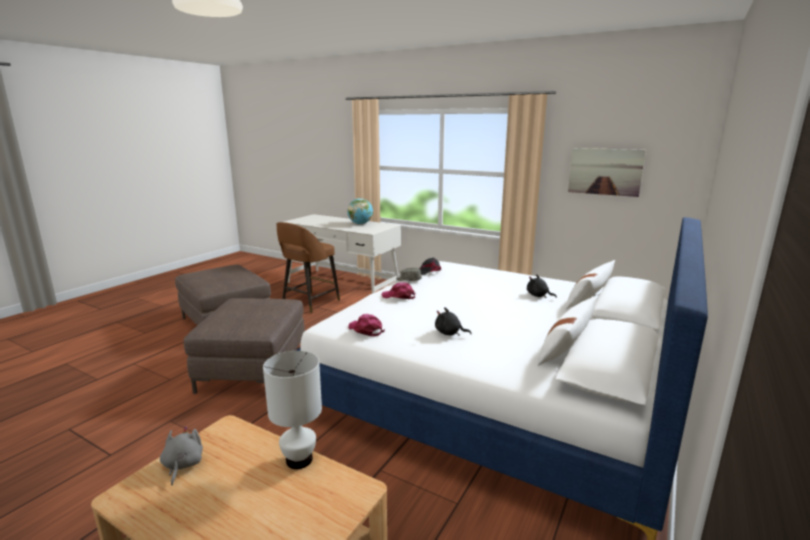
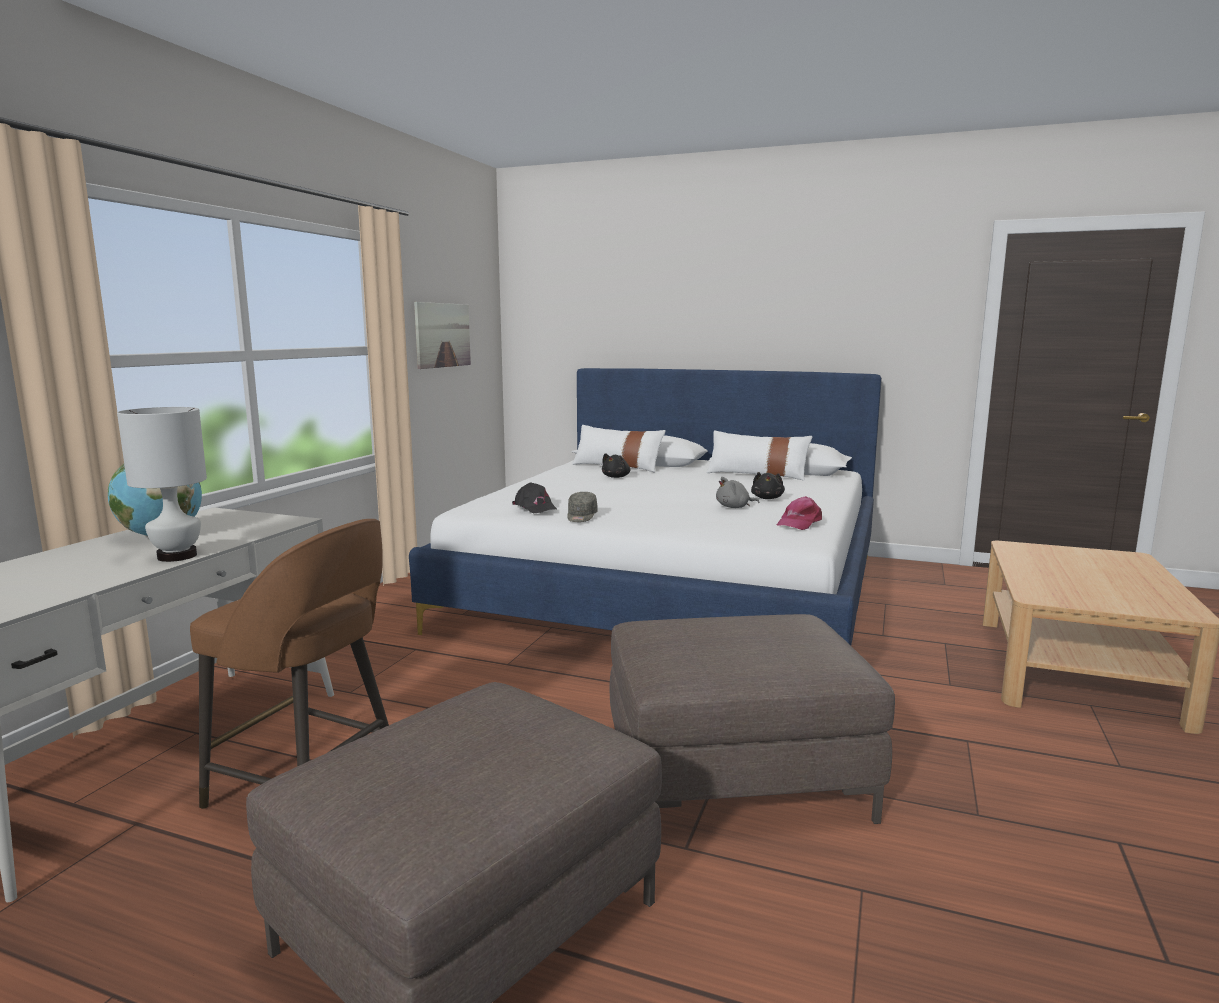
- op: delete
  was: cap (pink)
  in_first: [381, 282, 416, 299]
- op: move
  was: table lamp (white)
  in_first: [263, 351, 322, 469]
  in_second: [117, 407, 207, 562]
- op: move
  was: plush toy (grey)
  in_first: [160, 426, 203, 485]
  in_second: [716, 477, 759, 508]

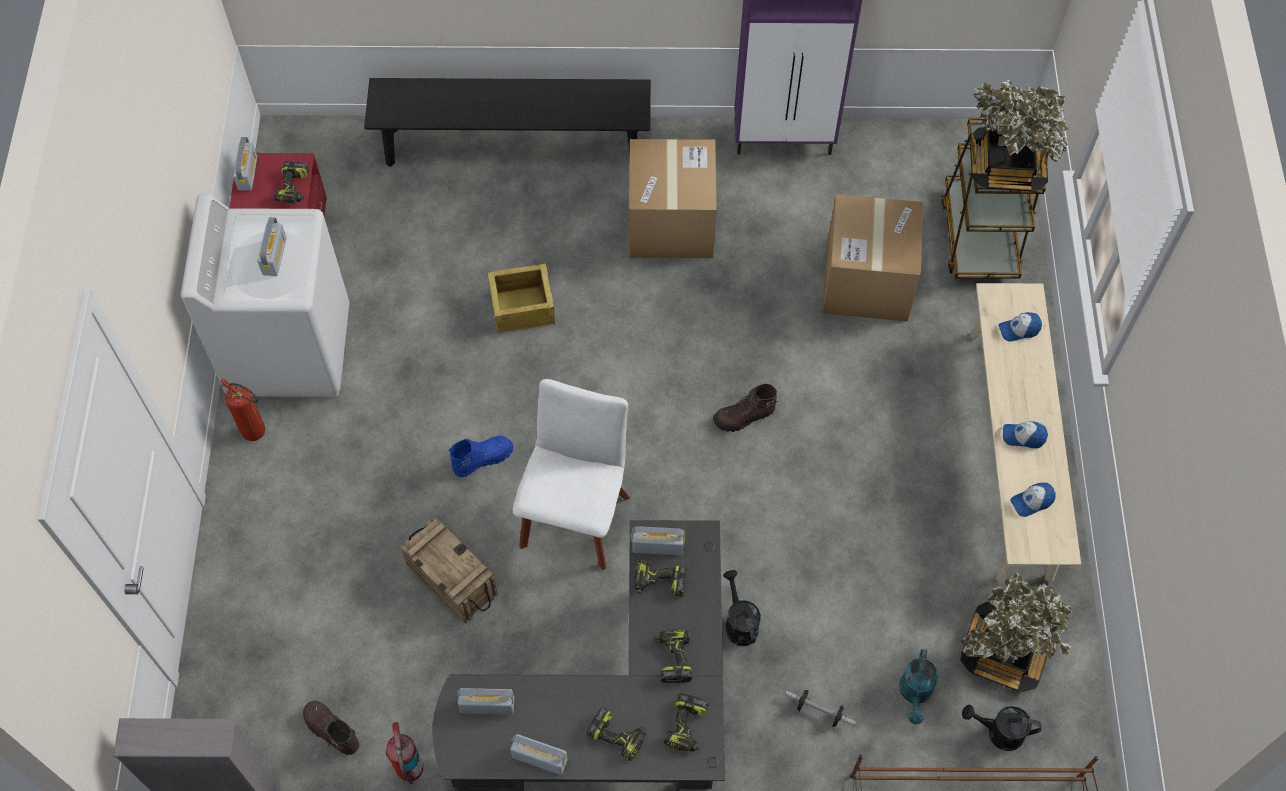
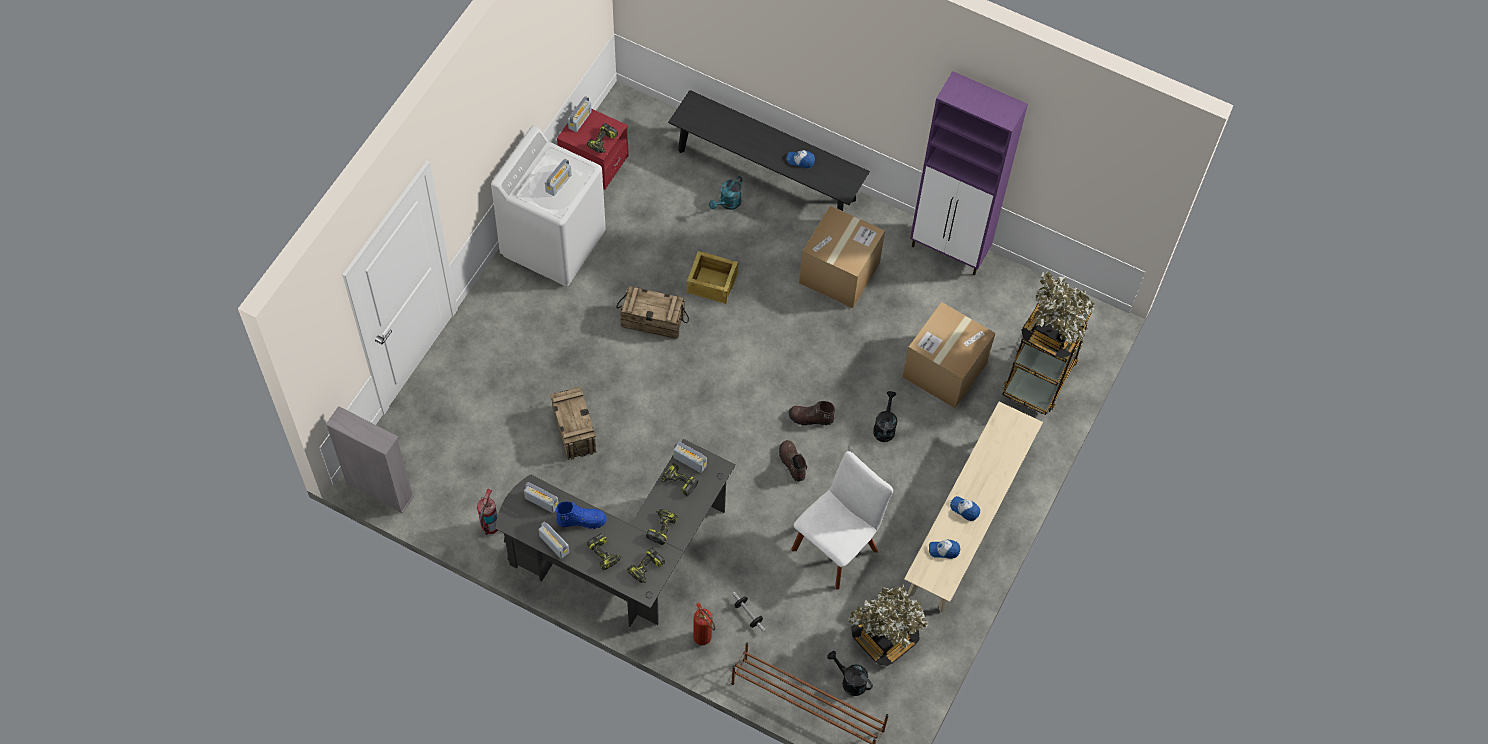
- op: move
  was: cap
  in_first: [998, 312, 1042, 342]
  in_second: [787, 150, 815, 168]
- op: move
  was: fire extinguisher
  in_first: [220, 378, 265, 441]
  in_second: [693, 602, 715, 645]
- op: move
  was: chair (white)
  in_first: [512, 379, 630, 570]
  in_second: [791, 451, 893, 590]
- op: move
  was: boot (blue)
  in_first: [449, 436, 514, 477]
  in_second: [556, 502, 607, 529]
- op: move
  was: watering can (black)
  in_first: [723, 570, 761, 646]
  in_second: [873, 391, 897, 442]
- op: move
  was: watering can (turquoise)
  in_first: [899, 649, 938, 724]
  in_second: [709, 176, 743, 210]
- op: move
  was: boot (brown)
  in_first: [303, 701, 360, 755]
  in_second: [779, 440, 807, 482]
- op: insert
  now: crate
  in_second: [616, 286, 689, 339]

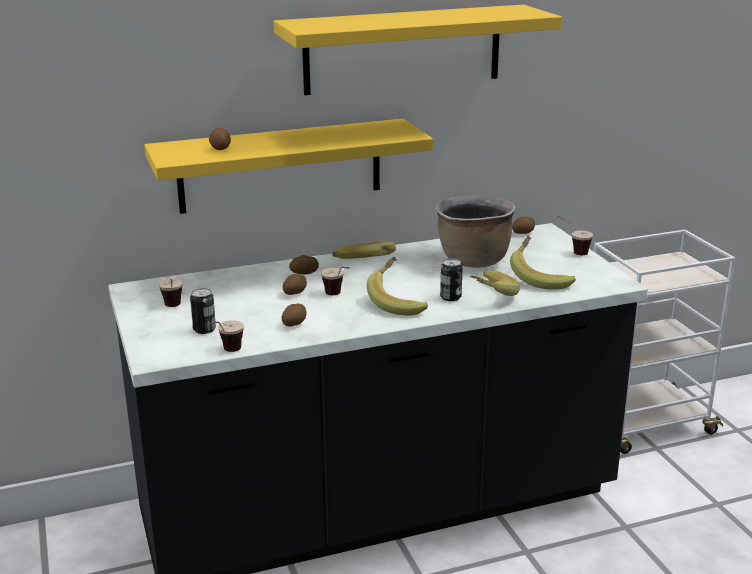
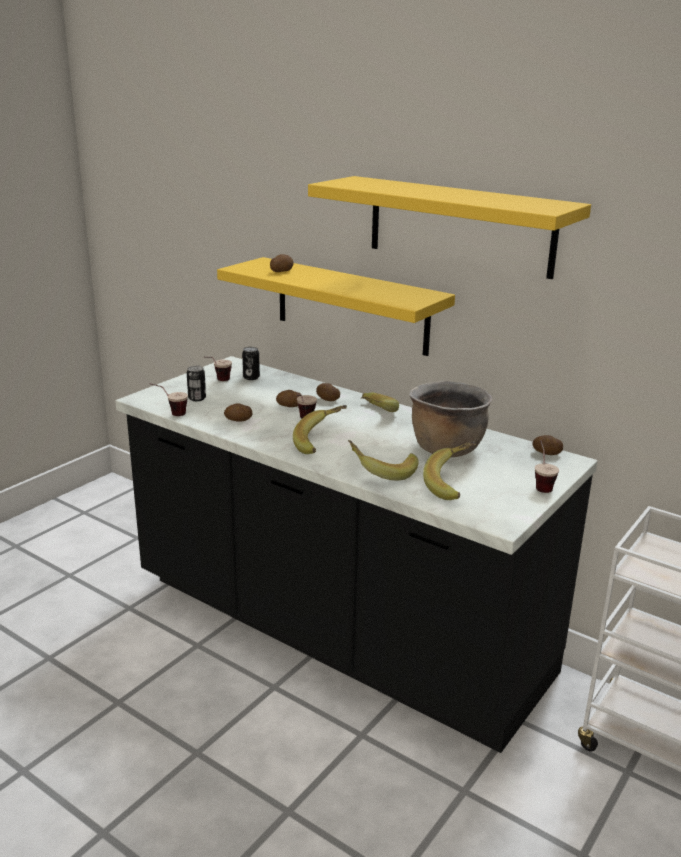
- op: move
  was: can
  in_first: [440, 258, 463, 301]
  in_second: [242, 347, 260, 380]

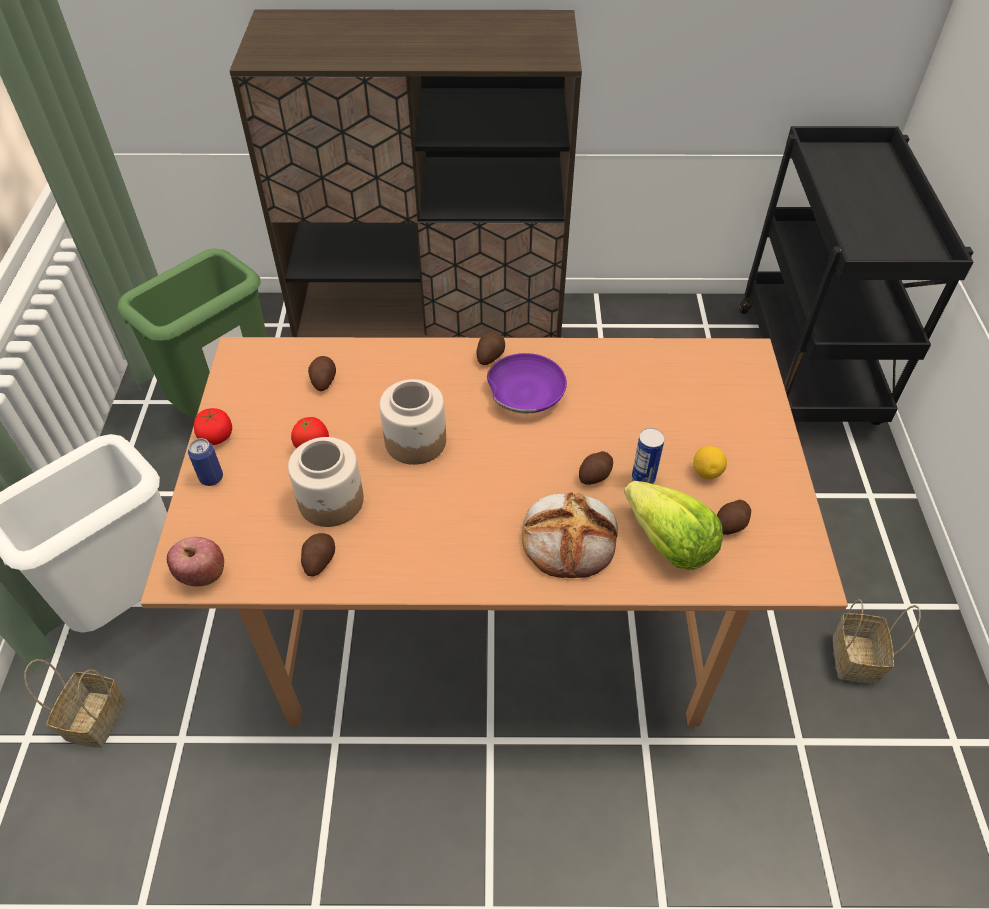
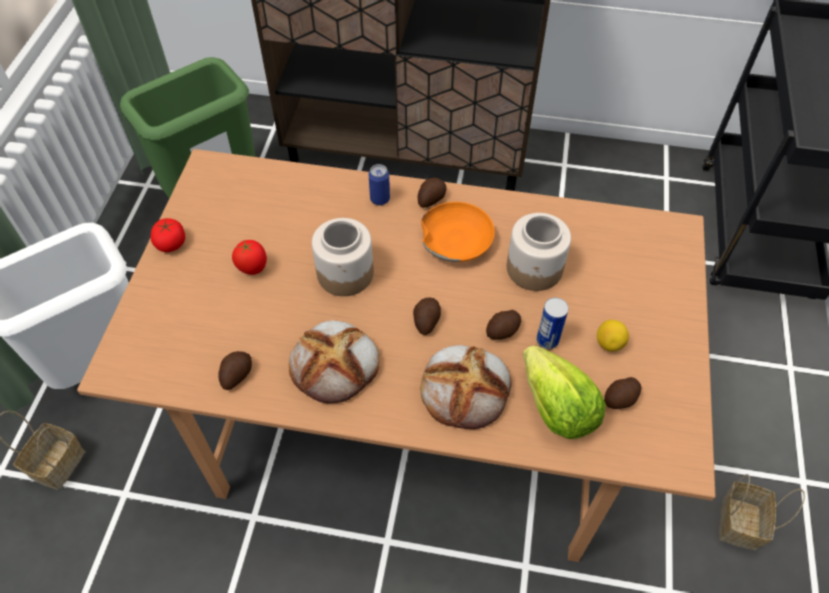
- op: recolor
  was: bowl (purple)
  now: bowl (orange)
  in_first: [487, 353, 567, 413]
  in_second: [421, 202, 495, 262]
- op: move
  was: potato
  in_first: [308, 356, 336, 391]
  in_second: [413, 297, 441, 335]
- op: move
  was: jar
  in_first: [288, 437, 364, 527]
  in_second: [507, 213, 571, 291]
- op: move
  was: can
  in_first: [188, 438, 223, 486]
  in_second: [368, 164, 390, 205]
- op: delete
  was: apple
  in_first: [167, 537, 224, 586]
- op: insert
  now: bread
  in_second: [289, 320, 380, 403]

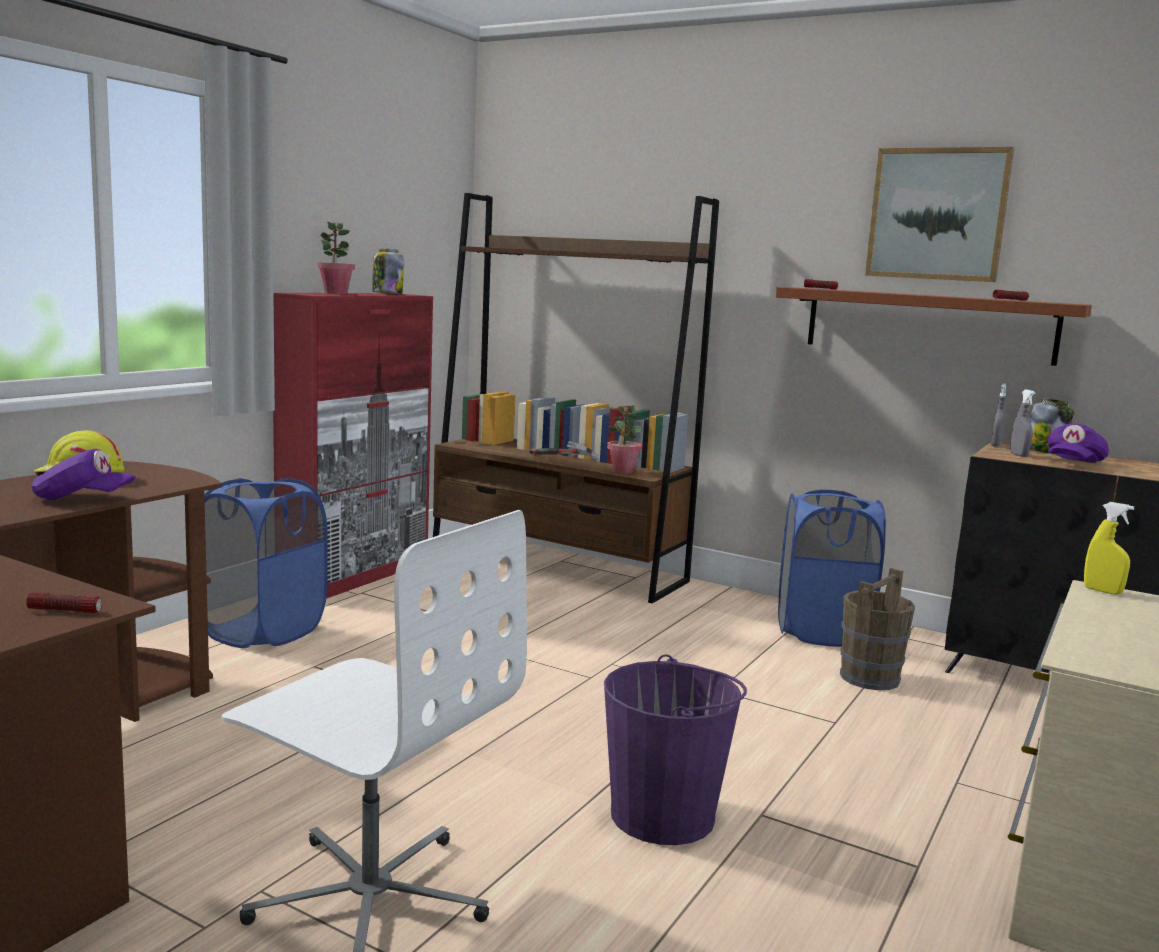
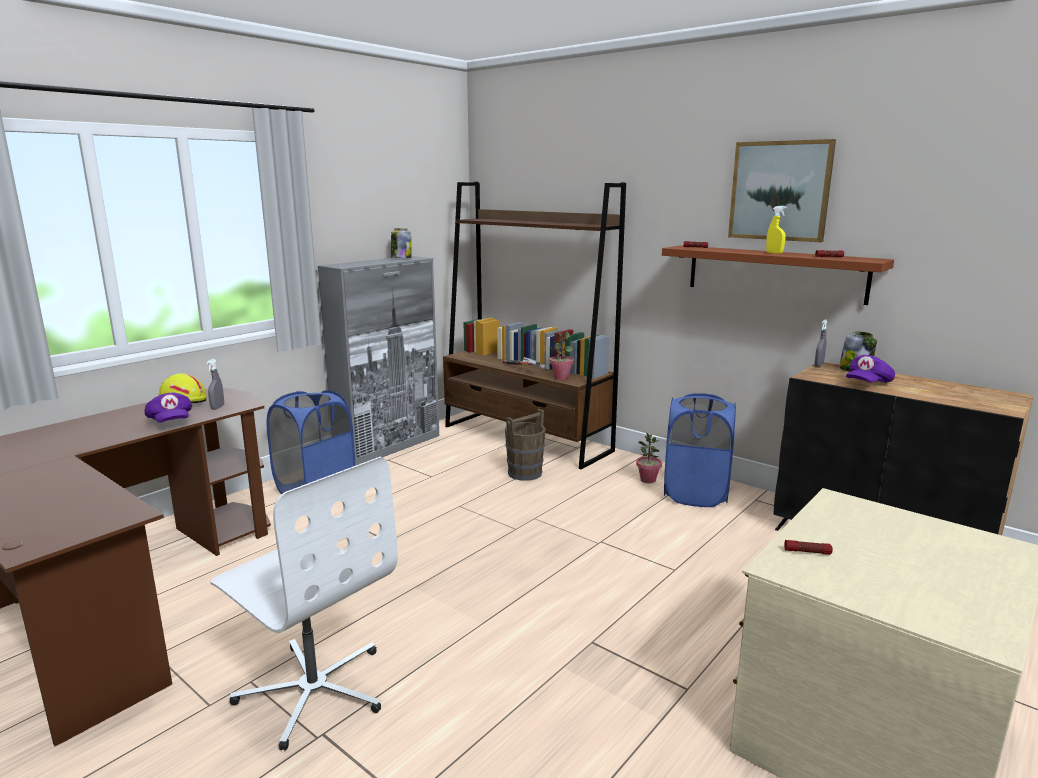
- op: move
  was: potted plant
  in_first: [317, 222, 355, 294]
  in_second: [636, 433, 662, 483]
- op: recolor
  was: cabinet (red)
  now: cabinet (grey)
  in_first: [273, 293, 433, 598]
  in_second: [318, 256, 439, 466]
- op: move
  was: spray bottle (grey)
  in_first: [1010, 389, 1036, 457]
  in_second: [206, 359, 224, 410]
- op: rotate
  was: cap (purple)
  in_first: [31, 449, 135, 500]
  in_second: [144, 392, 192, 422]
  clockwise: 45
- op: move
  was: spray bottle (yellow)
  in_first: [1084, 502, 1134, 595]
  in_second: [766, 206, 787, 254]
- op: move
  was: bucket (brown)
  in_first: [840, 568, 915, 690]
  in_second: [505, 409, 546, 481]
- op: move
  was: flashlight
  in_first: [26, 592, 102, 613]
  in_second: [784, 540, 833, 555]
- op: delete
  was: bucket (purple)
  in_first: [604, 654, 747, 845]

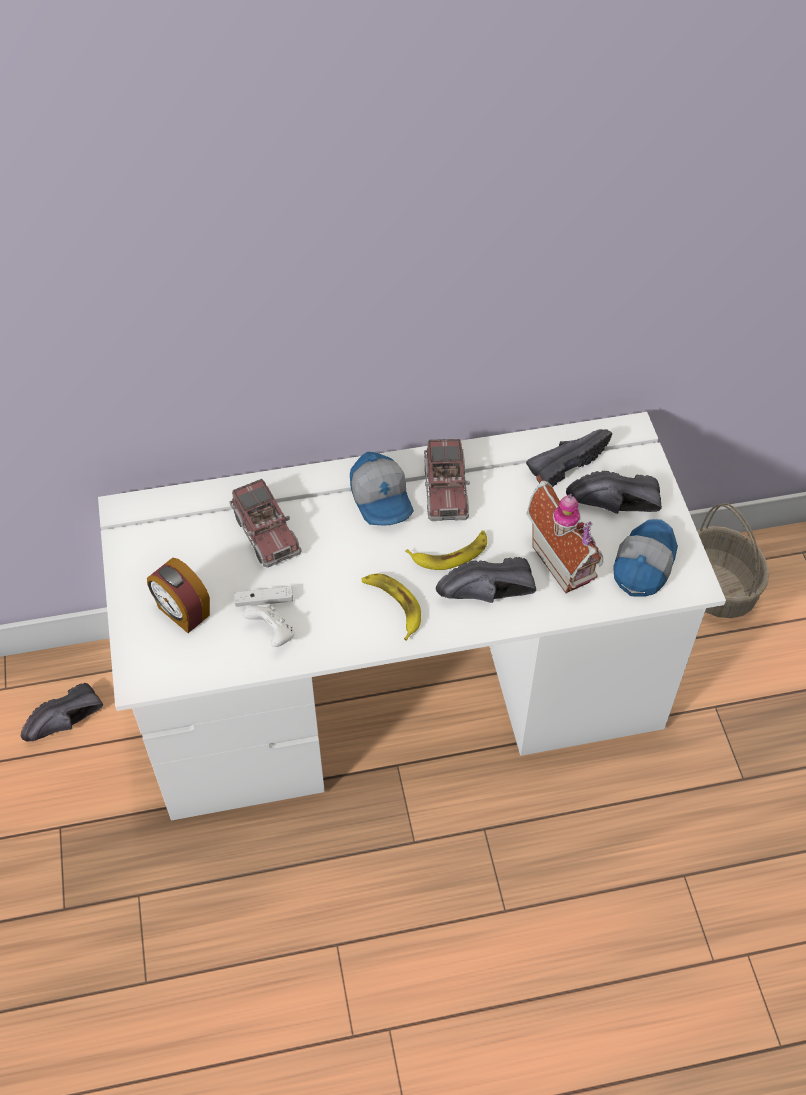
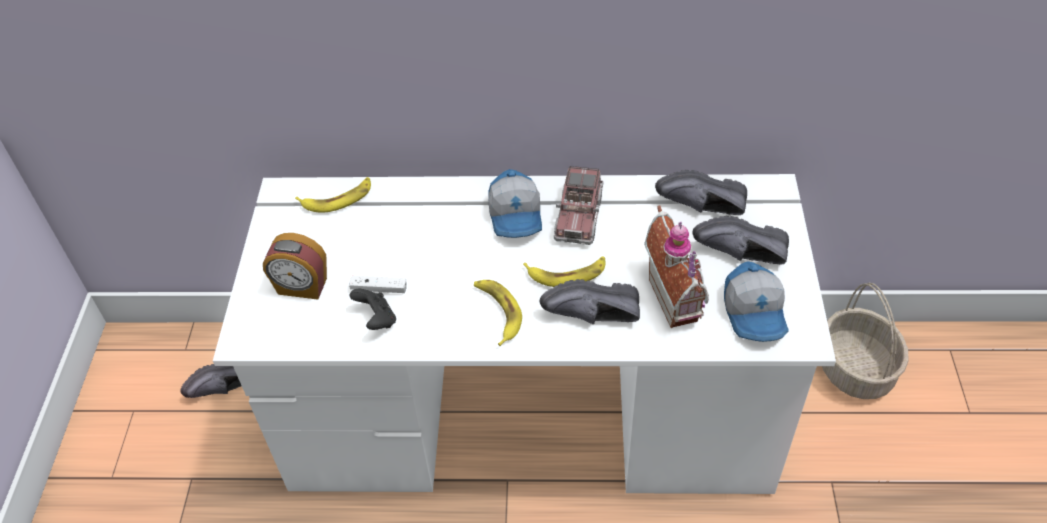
- op: rotate
  was: shoe (black)
  in_first: [526, 429, 612, 487]
  in_second: [655, 170, 747, 215]
  clockwise: -150
- op: delete
  was: toy truck
  in_first: [229, 479, 301, 568]
- op: rotate
  was: cap
  in_first: [613, 519, 678, 597]
  in_second: [724, 261, 789, 342]
  clockwise: 135
- op: rotate
  was: alarm clock
  in_first: [147, 558, 210, 633]
  in_second: [263, 233, 327, 300]
  clockwise: -45
- op: recolor
  was: game controller (white)
  now: game controller (black)
  in_first: [243, 606, 295, 647]
  in_second: [350, 289, 396, 330]
- op: insert
  now: banana
  in_second: [295, 177, 371, 213]

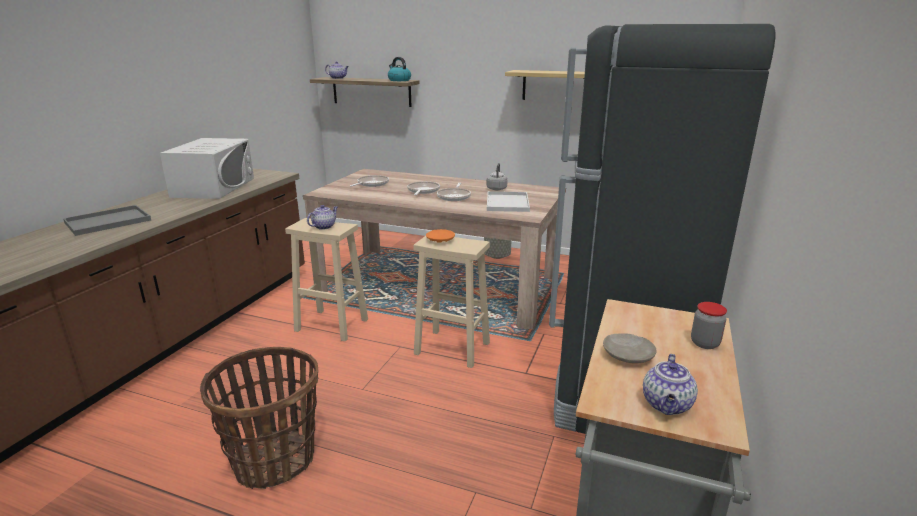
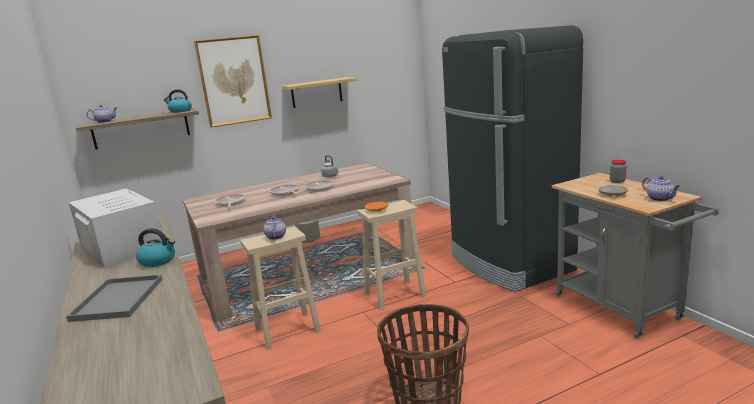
- op: delete
  was: tray (white)
  in_first: [487, 191, 530, 212]
- op: insert
  now: picture
  in_second: [194, 35, 272, 128]
- op: insert
  now: kettle
  in_second: [136, 228, 175, 267]

